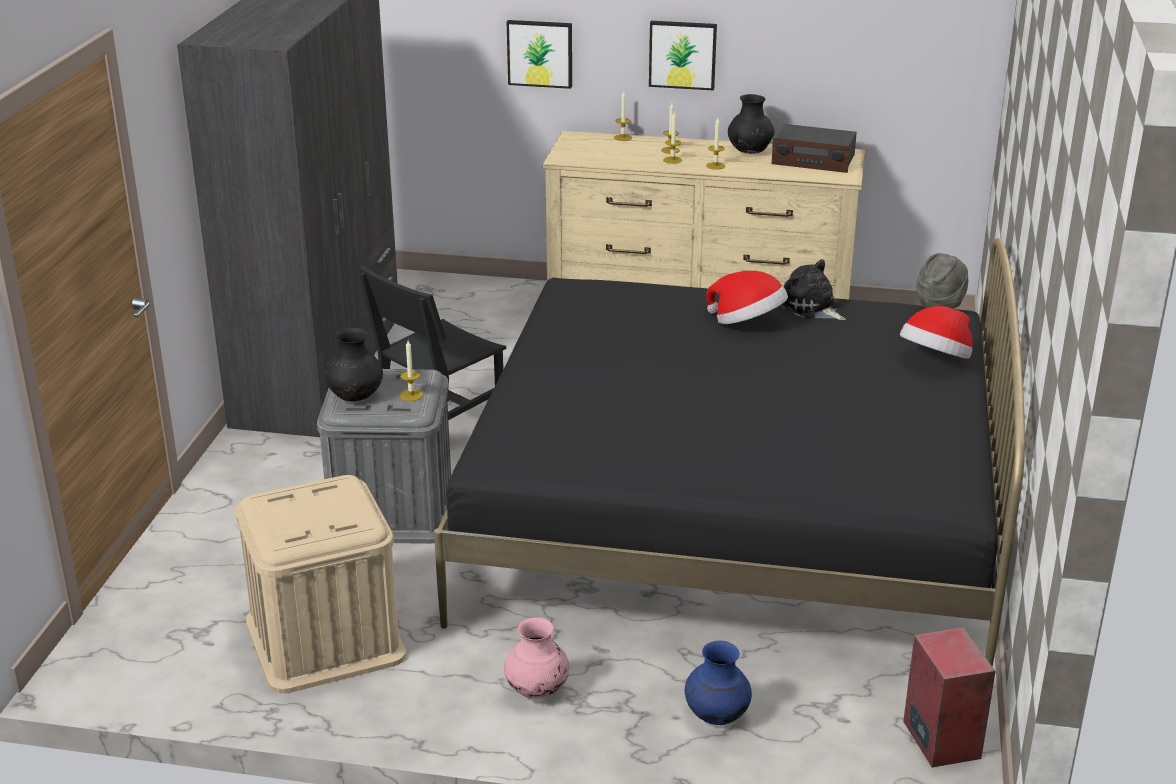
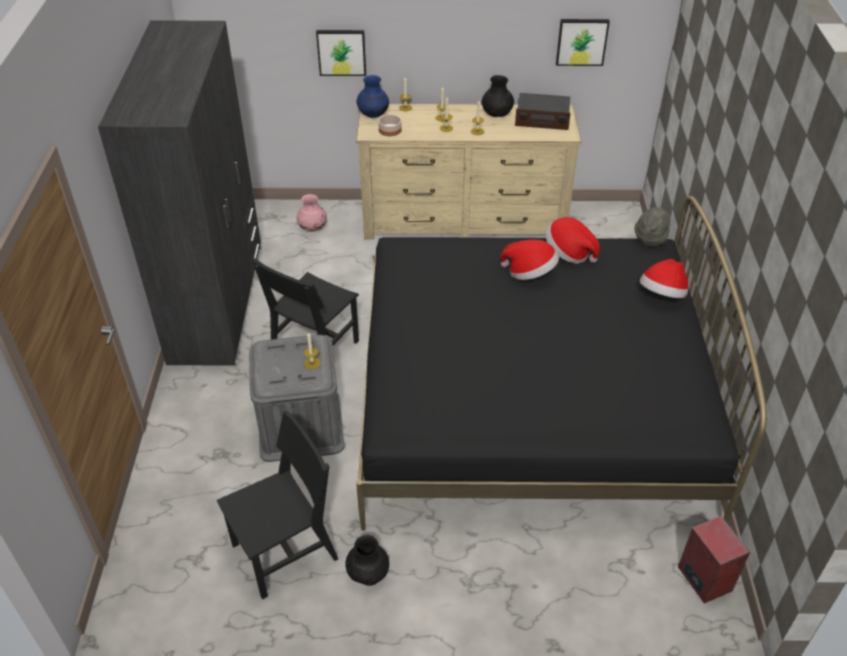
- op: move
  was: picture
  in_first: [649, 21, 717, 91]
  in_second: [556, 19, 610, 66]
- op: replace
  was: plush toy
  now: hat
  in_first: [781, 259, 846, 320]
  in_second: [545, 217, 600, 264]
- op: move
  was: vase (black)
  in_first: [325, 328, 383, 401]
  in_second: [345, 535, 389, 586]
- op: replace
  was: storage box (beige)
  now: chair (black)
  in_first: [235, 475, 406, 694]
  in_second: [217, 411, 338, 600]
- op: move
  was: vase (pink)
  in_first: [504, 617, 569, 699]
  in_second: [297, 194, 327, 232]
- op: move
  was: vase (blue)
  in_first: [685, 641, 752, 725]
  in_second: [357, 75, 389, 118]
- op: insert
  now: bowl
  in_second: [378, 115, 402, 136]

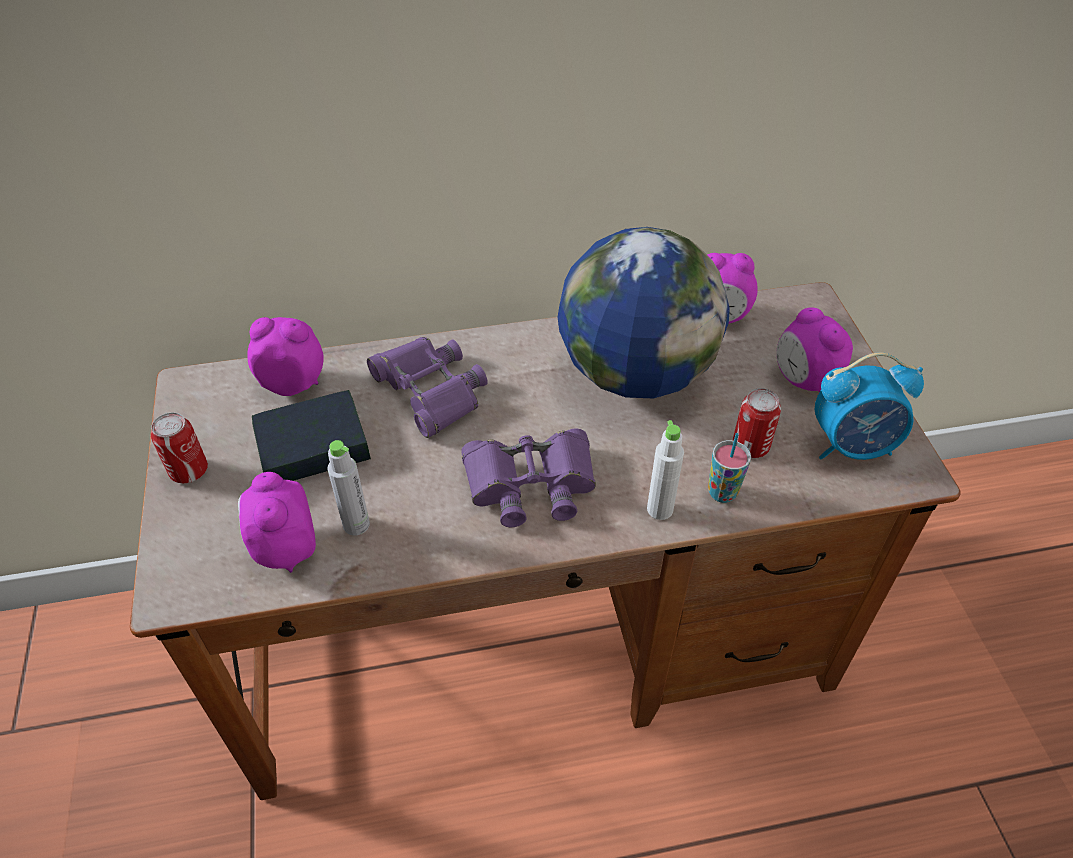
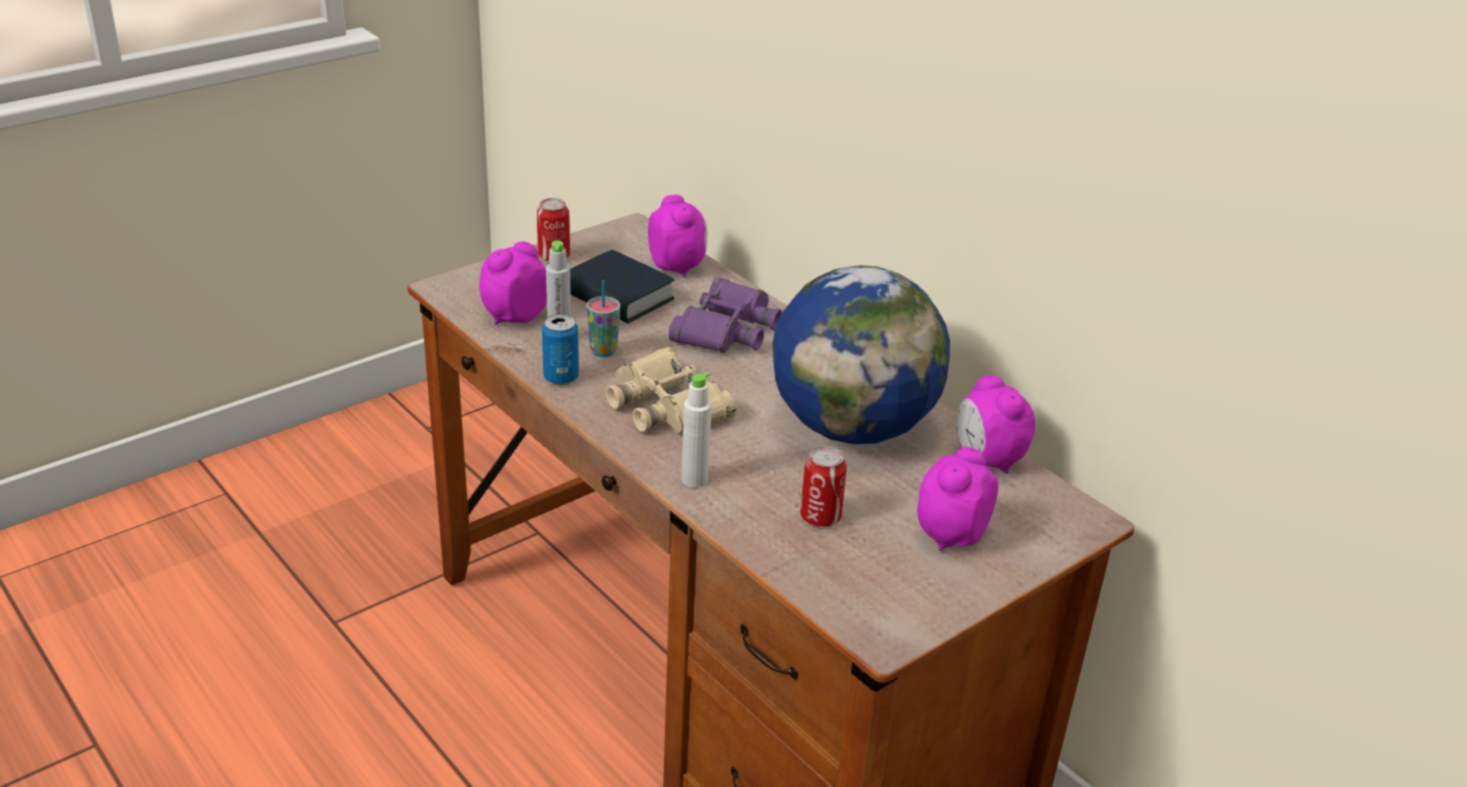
- op: delete
  was: alarm clock
  in_first: [815, 352, 924, 460]
- op: recolor
  was: binoculars (purple)
  now: binoculars (beige)
  in_first: [461, 429, 596, 527]
  in_second: [606, 347, 736, 433]
- op: move
  was: cup
  in_first: [708, 433, 751, 503]
  in_second: [587, 280, 620, 357]
- op: insert
  now: can
  in_second: [542, 314, 579, 385]

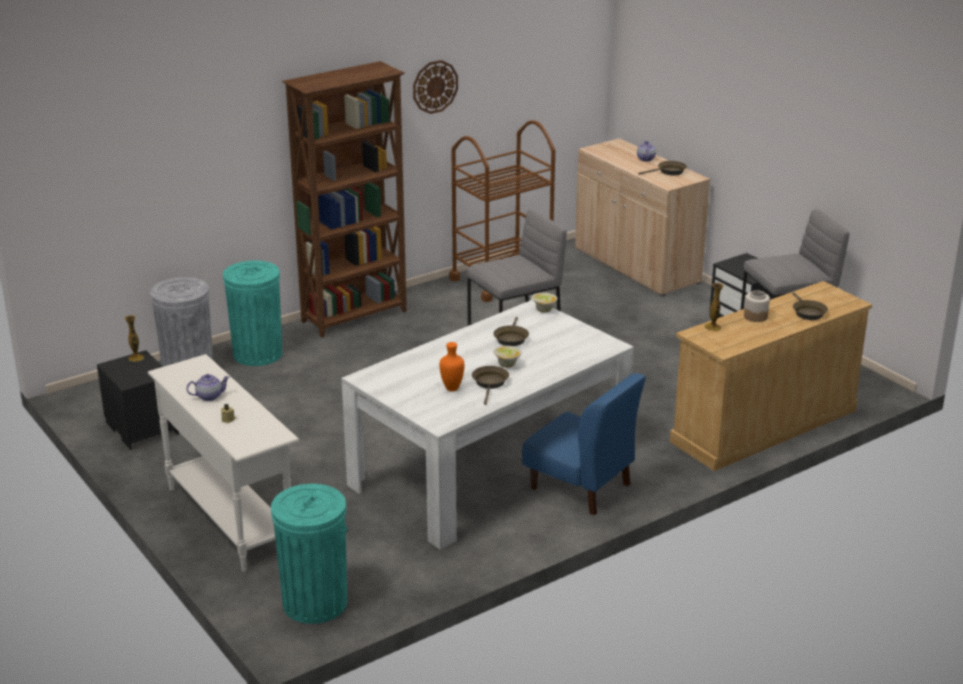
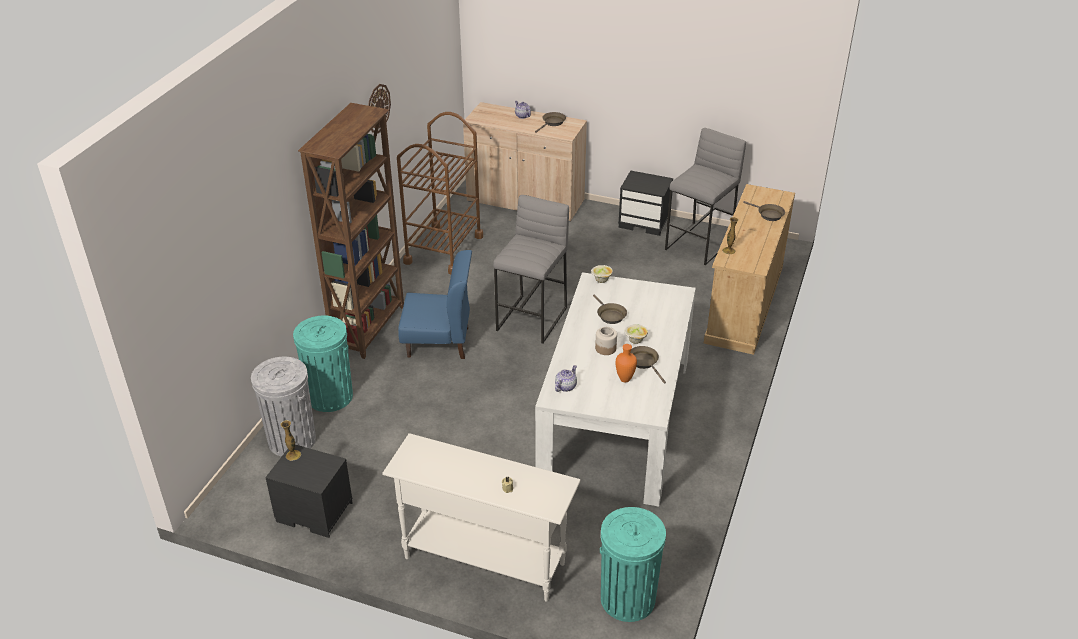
- op: move
  was: jar
  in_first: [744, 290, 770, 322]
  in_second: [595, 327, 617, 355]
- op: move
  was: chair (blue)
  in_first: [522, 373, 646, 516]
  in_second: [398, 250, 472, 359]
- op: move
  was: teapot
  in_first: [186, 374, 230, 401]
  in_second: [555, 365, 577, 392]

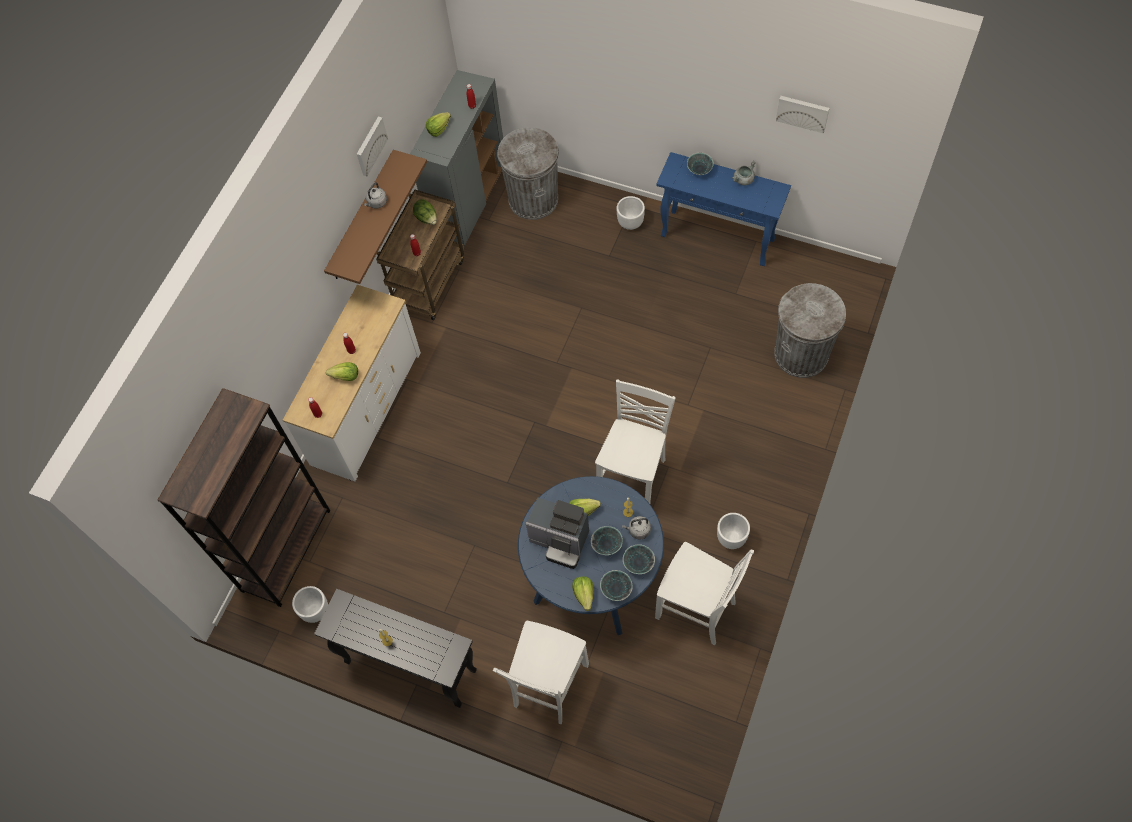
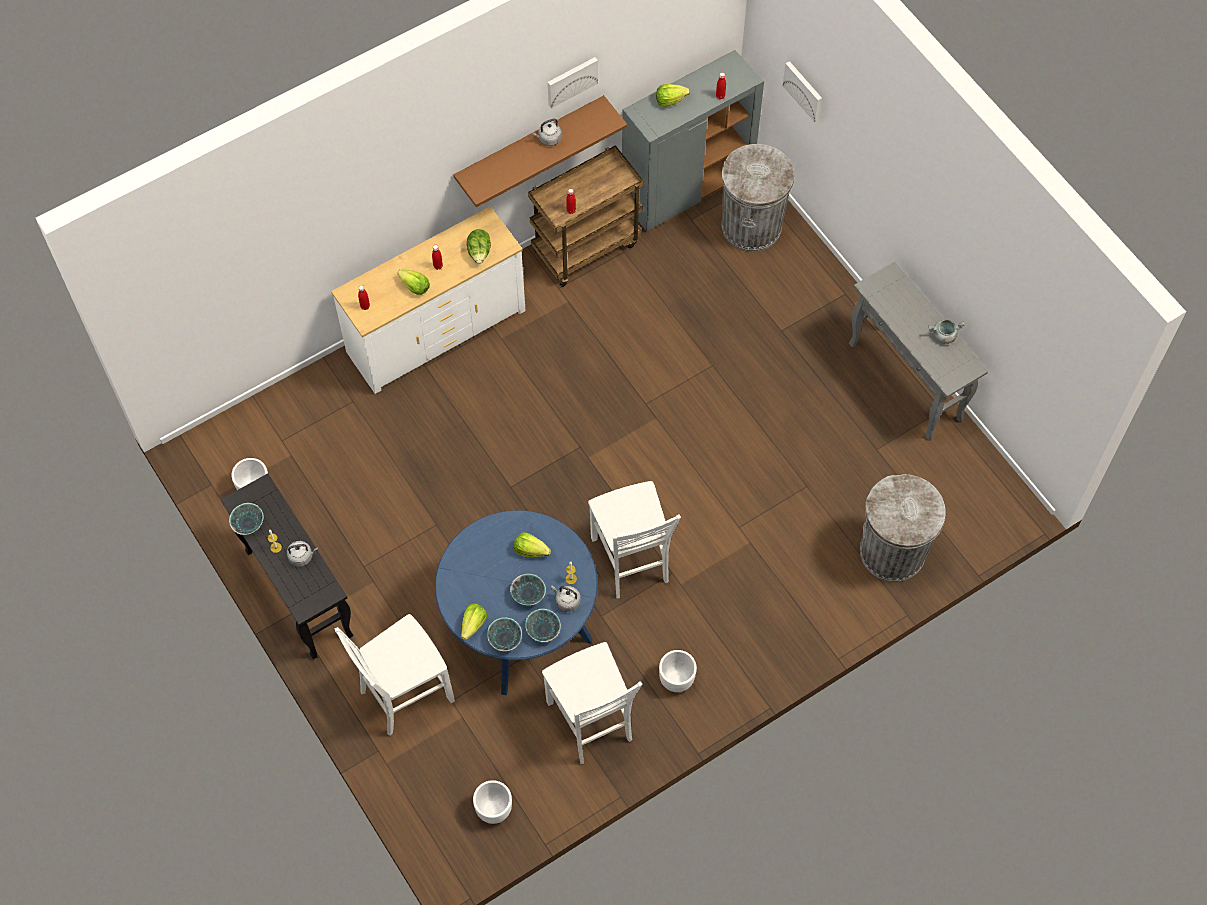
- op: move
  was: picture
  in_first: [776, 96, 830, 134]
  in_second: [783, 61, 822, 122]
- op: recolor
  was: console table (blue)
  now: console table (grey)
  in_first: [656, 152, 791, 266]
  in_second: [849, 262, 988, 441]
- op: move
  was: bowl
  in_first: [687, 153, 714, 175]
  in_second: [229, 503, 264, 535]
- op: move
  was: planter (white)
  in_first: [617, 196, 645, 230]
  in_second: [473, 780, 512, 824]
- op: move
  was: lettuce
  in_first: [413, 199, 437, 225]
  in_second: [467, 229, 491, 264]
- op: rotate
  was: chair (white)
  in_first: [595, 380, 676, 504]
  in_second: [588, 481, 681, 599]
  clockwise: 105
- op: delete
  was: bookcase (brown)
  in_first: [158, 388, 330, 607]
- op: delete
  was: coffee machine
  in_first: [526, 498, 589, 569]
- op: insert
  now: kettle (grey)
  in_second: [287, 541, 318, 567]

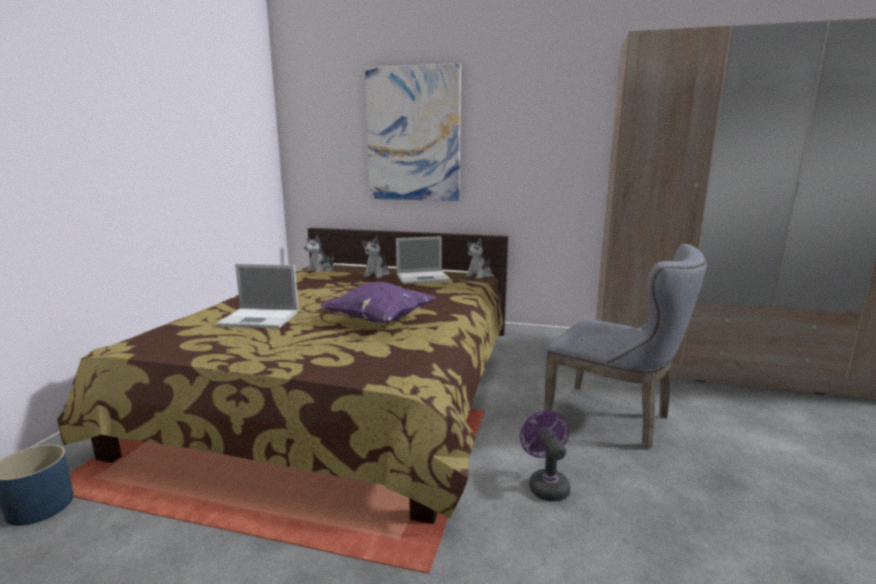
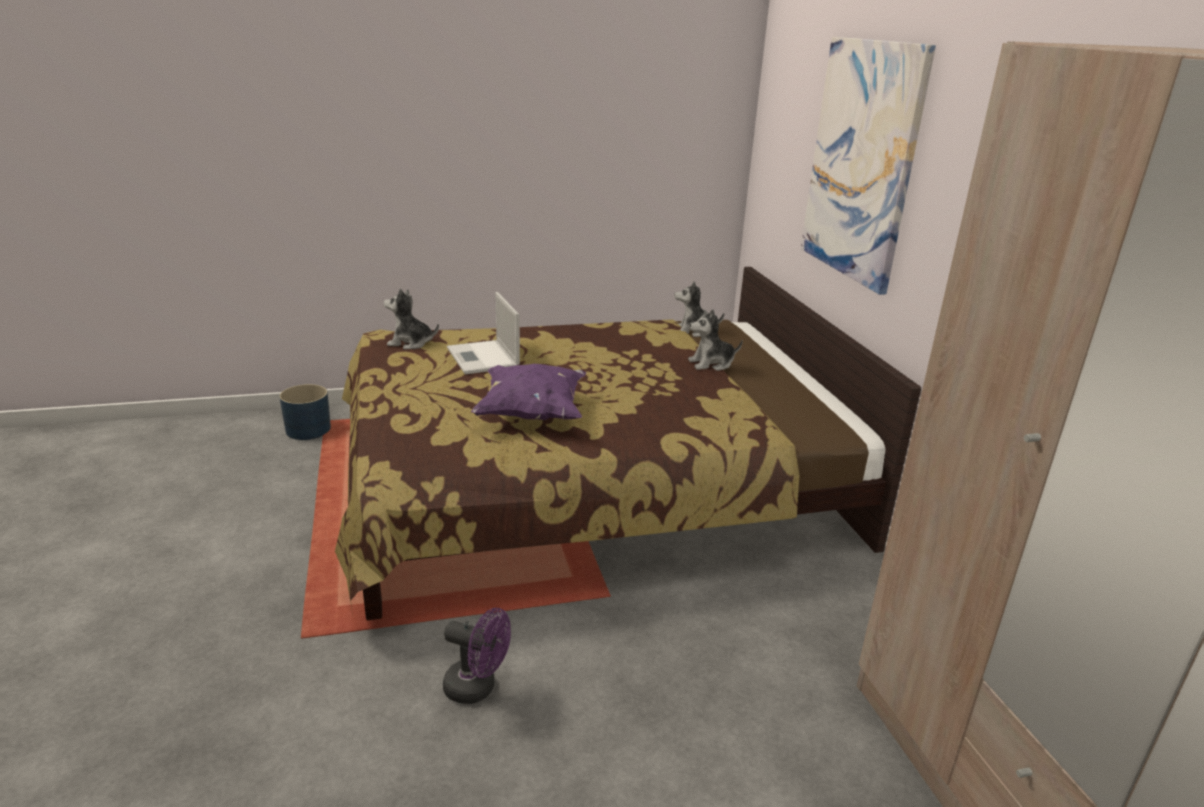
- op: delete
  was: laptop
  in_first: [396, 236, 451, 284]
- op: move
  was: plush toy
  in_first: [465, 238, 492, 279]
  in_second: [384, 288, 439, 350]
- op: delete
  was: chair (grey)
  in_first: [544, 244, 707, 449]
- op: rotate
  was: fan (purple)
  in_first: [520, 410, 570, 501]
  in_second: [443, 608, 511, 704]
  clockwise: 60

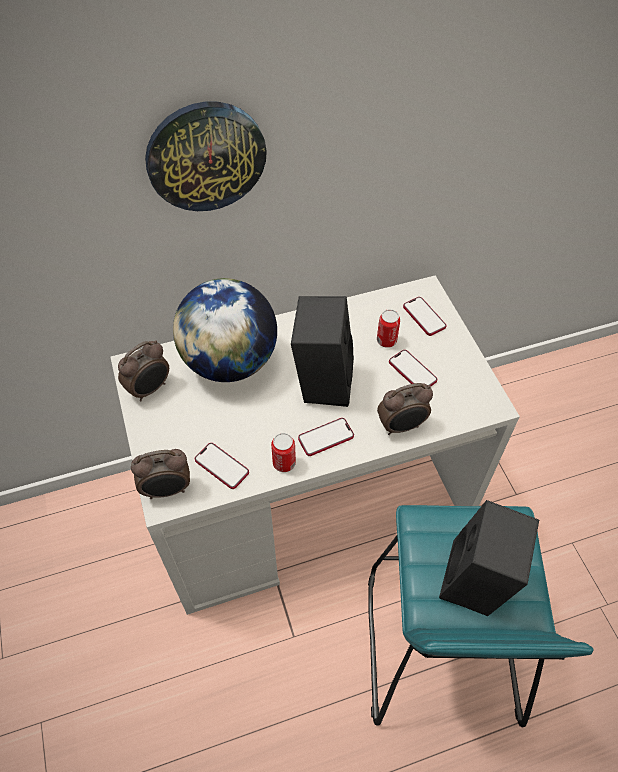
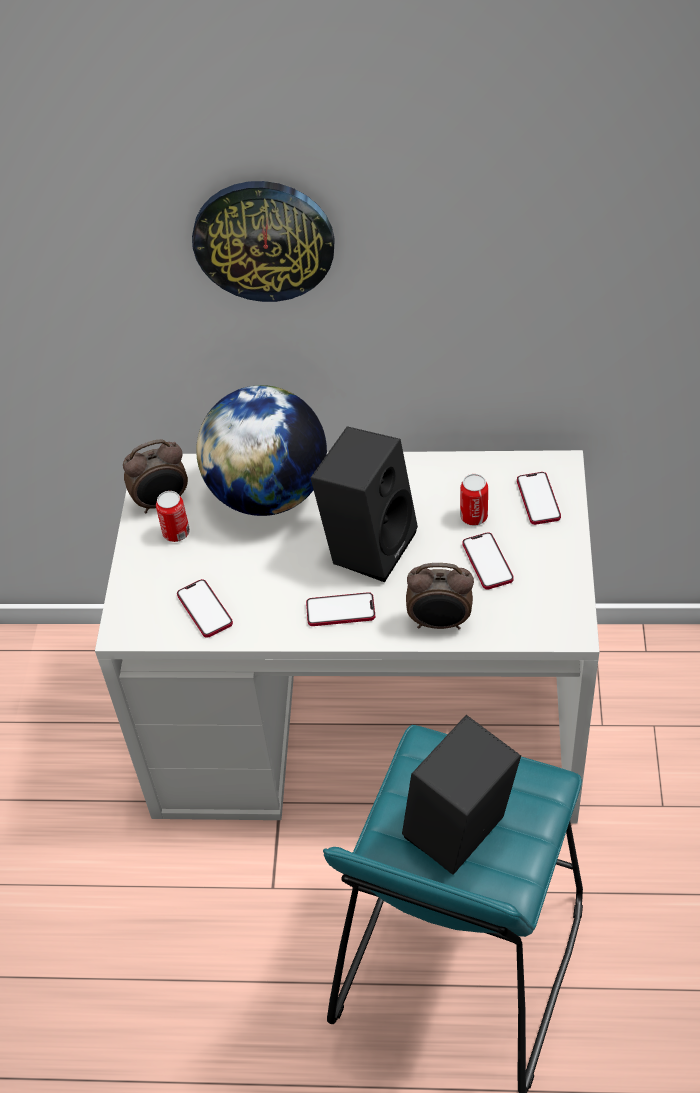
- op: move
  was: can
  in_first: [271, 433, 296, 472]
  in_second: [156, 491, 190, 542]
- op: delete
  was: alarm clock
  in_first: [131, 449, 190, 499]

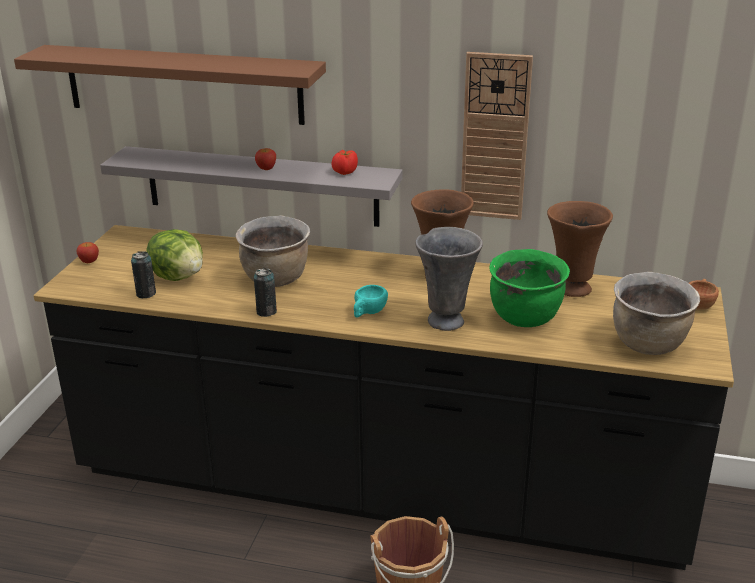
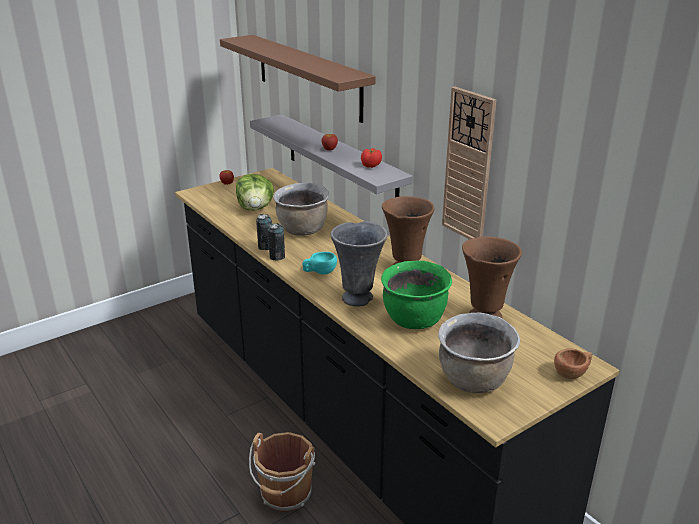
- op: move
  was: can
  in_first: [131, 251, 156, 299]
  in_second: [268, 223, 285, 261]

